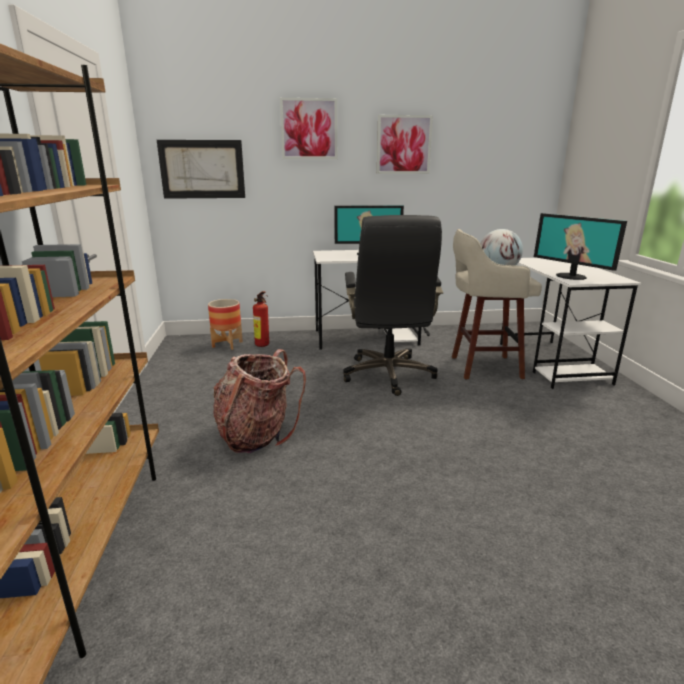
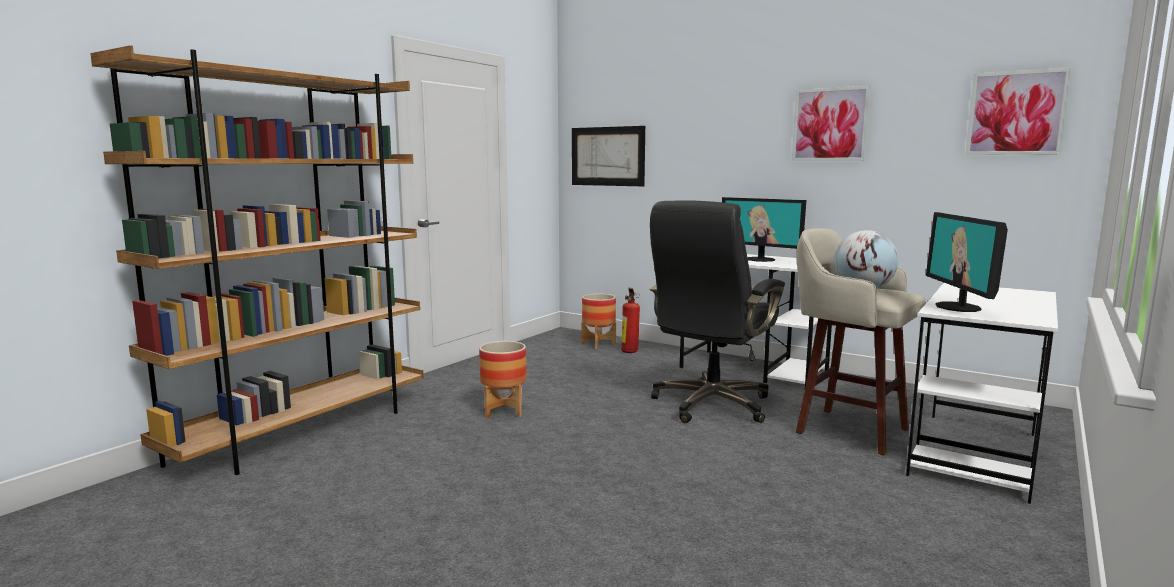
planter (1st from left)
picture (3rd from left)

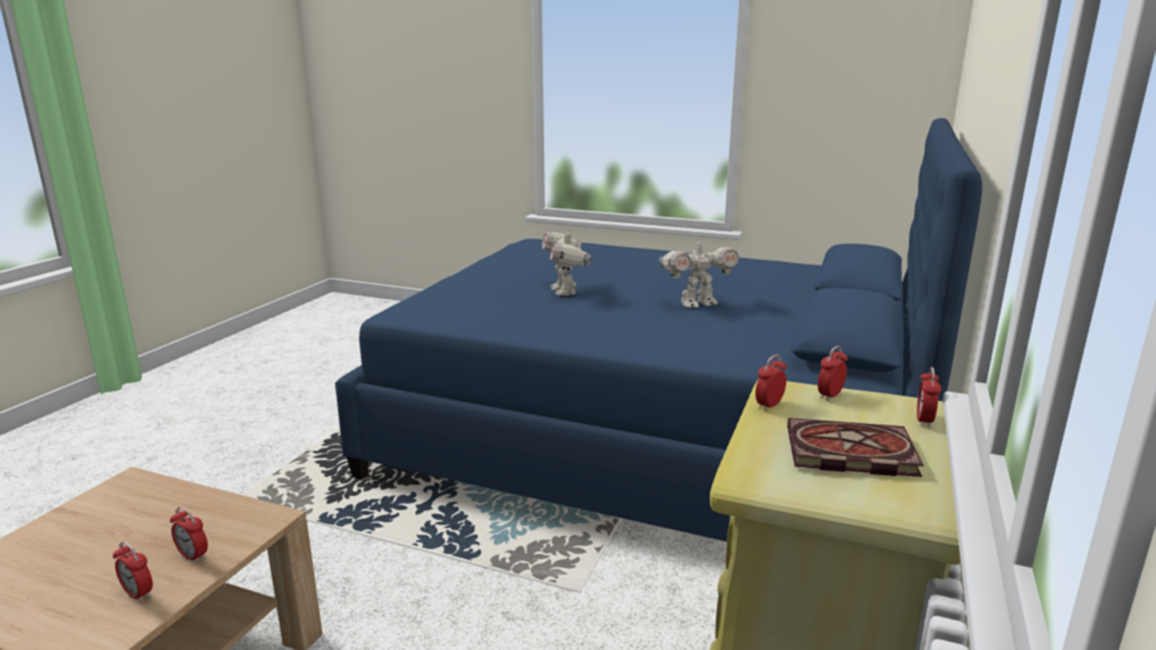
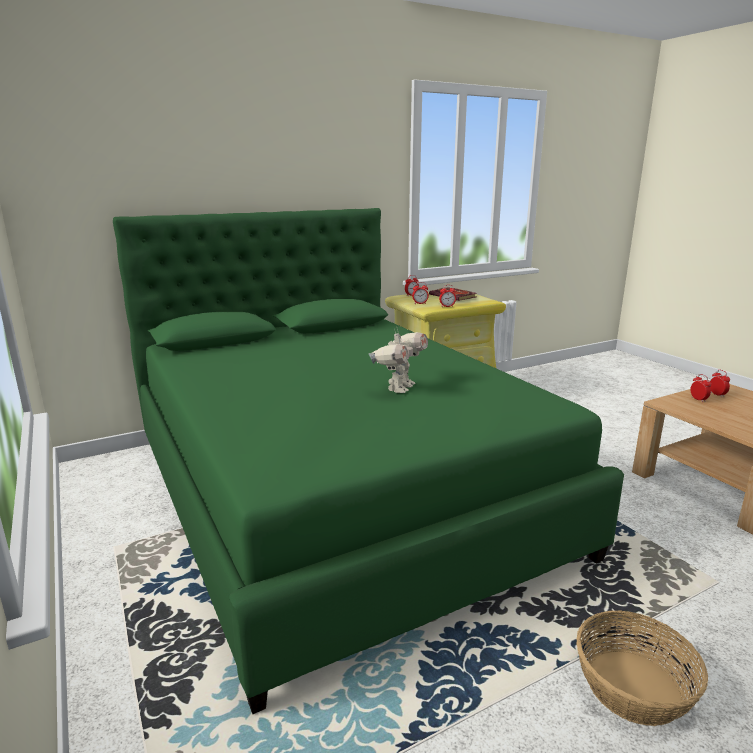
bed (green)
toy robot (2nd from left in the first image)
basket

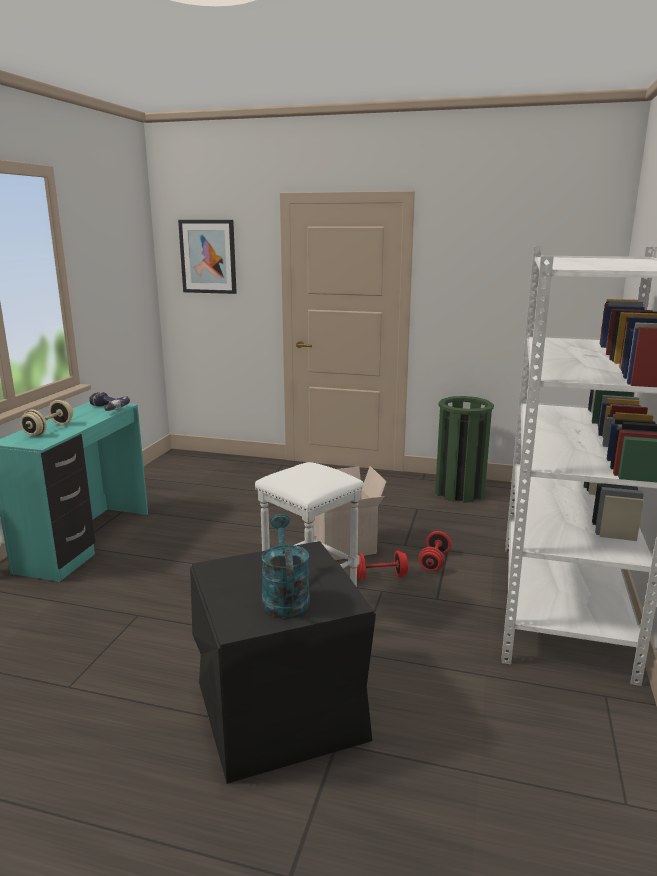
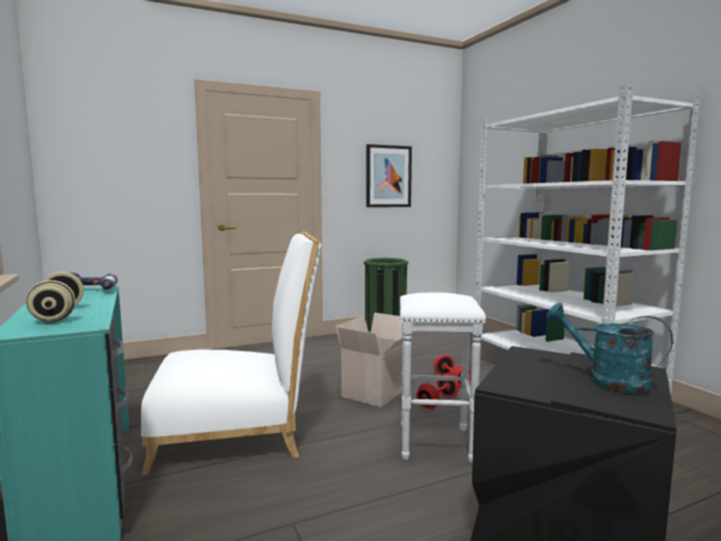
picture
chair (white)

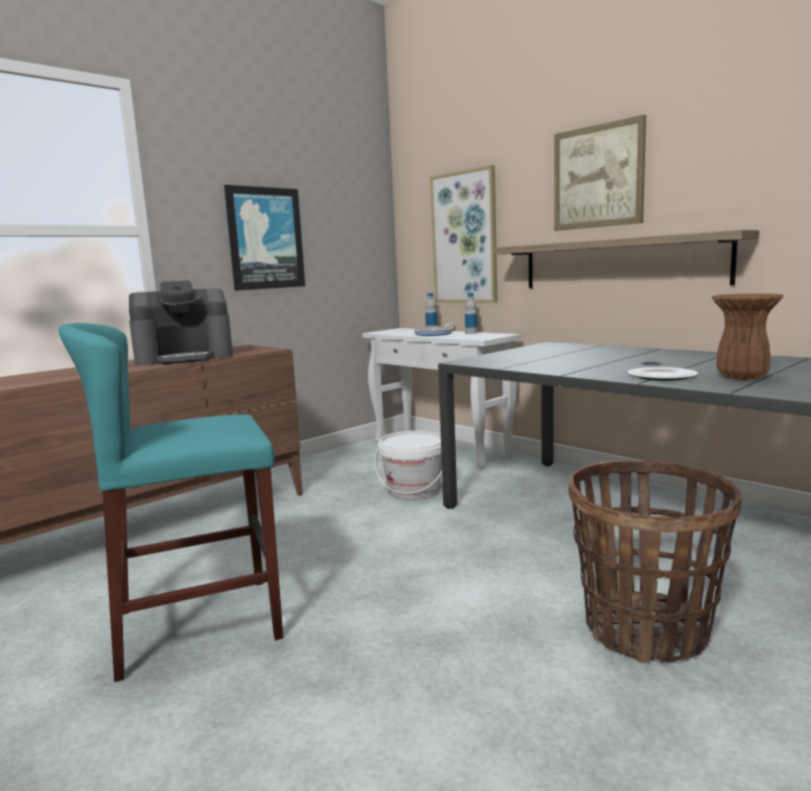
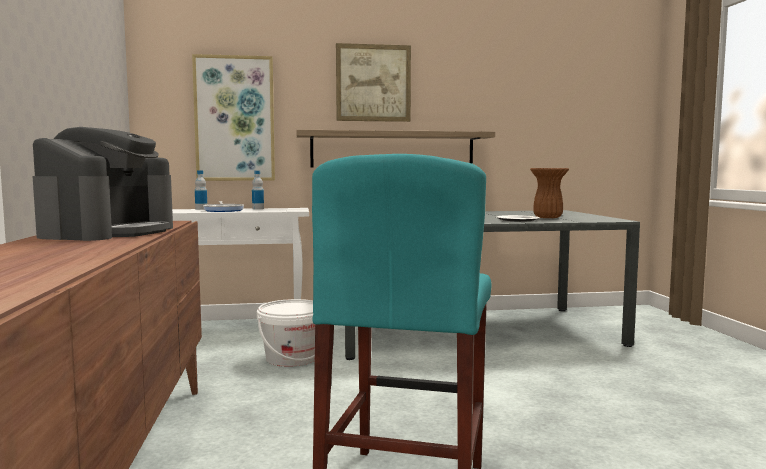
picture (1st from left in the first image)
basket

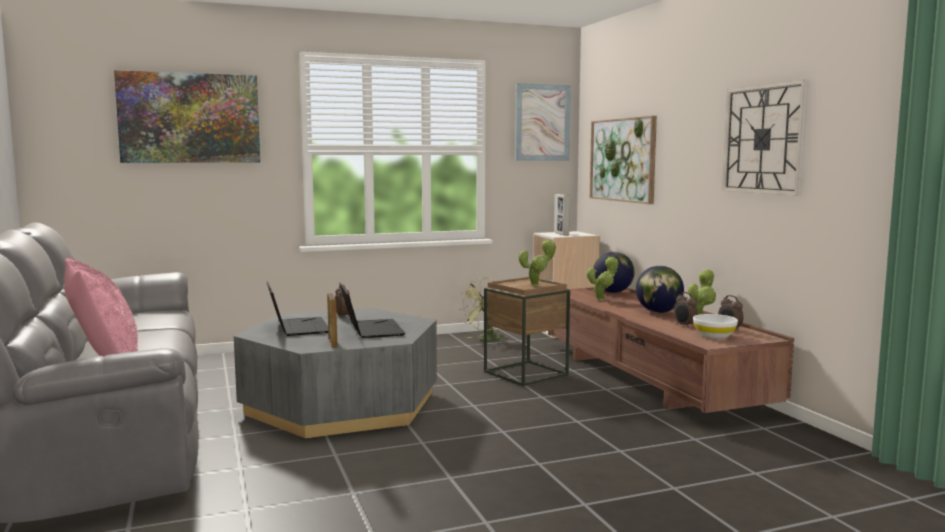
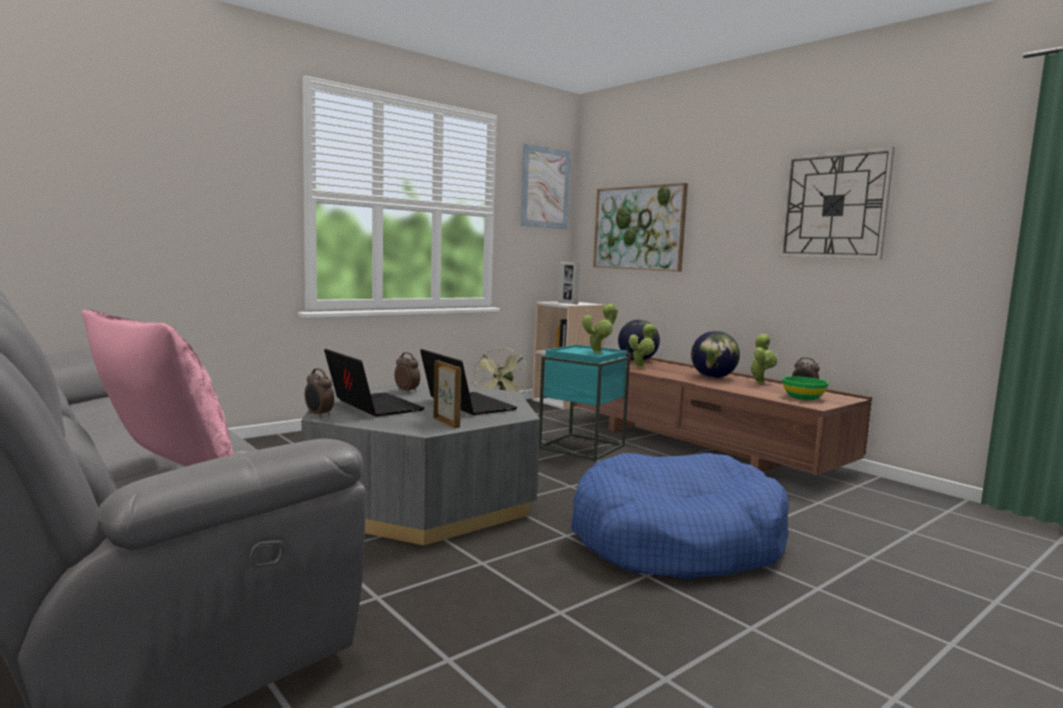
picture (1st from left in the first image)
side table (turquoise)
alarm clock (1st from left)
bowl (green)
dog bed (blue)

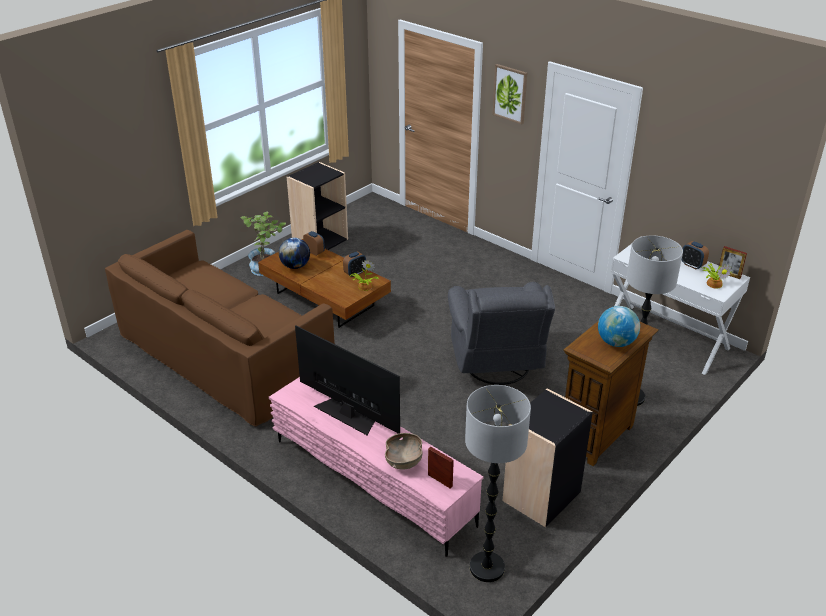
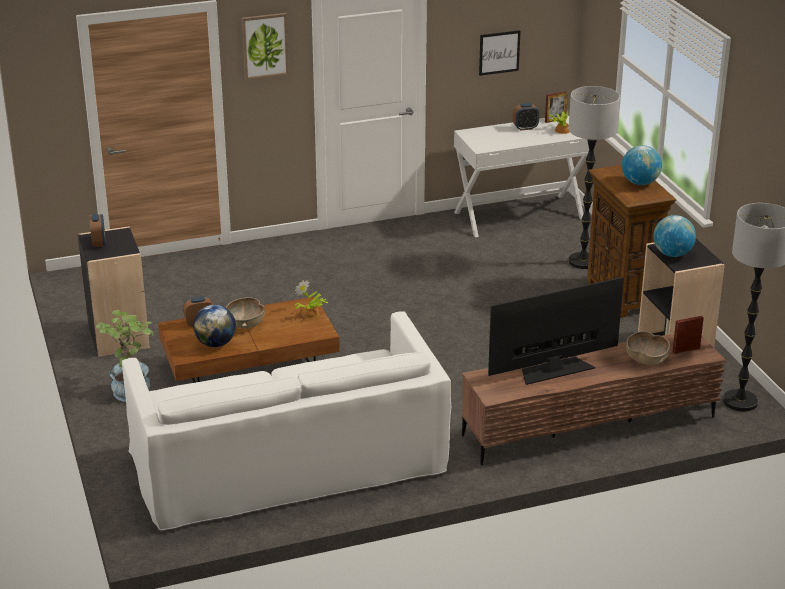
sofa (white)
tv stand (brown)
alarm clock (1st from left)
armchair (grey)
bowl (brown) (1st from left)
picture (2nd from left)
globe (3rd from left)

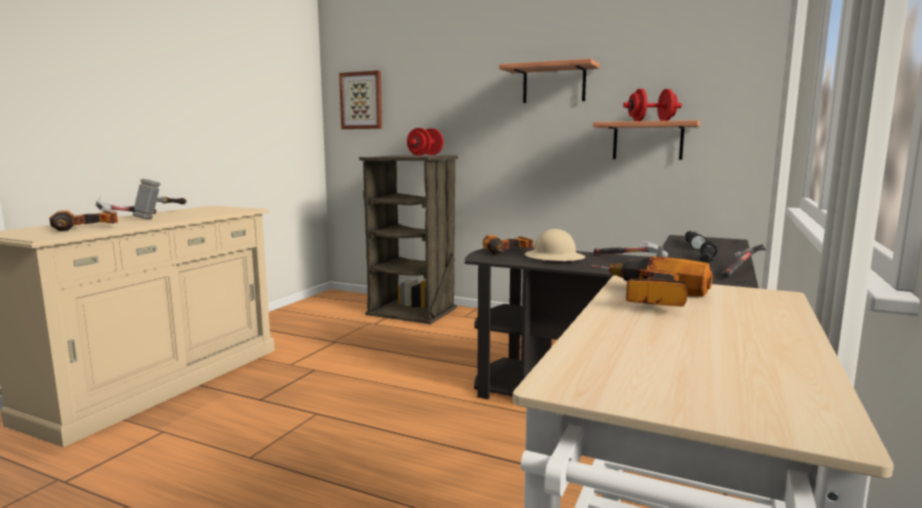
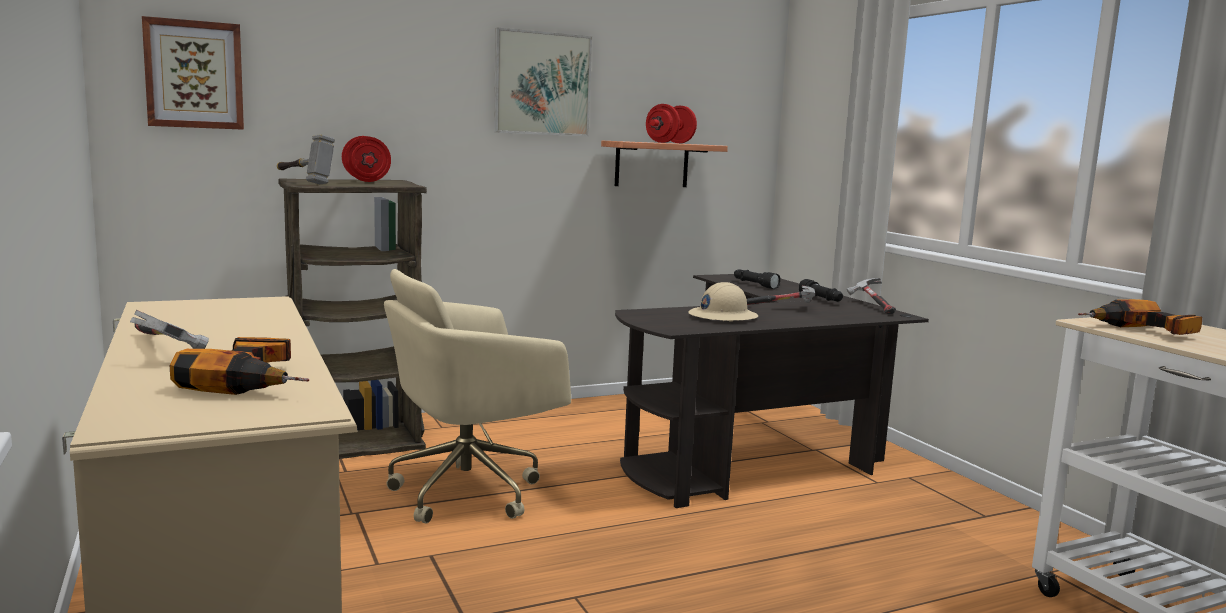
hammer (2nd from left)
power drill (2nd from left in the first image)
picture (2nd from left)
office chair (beige)

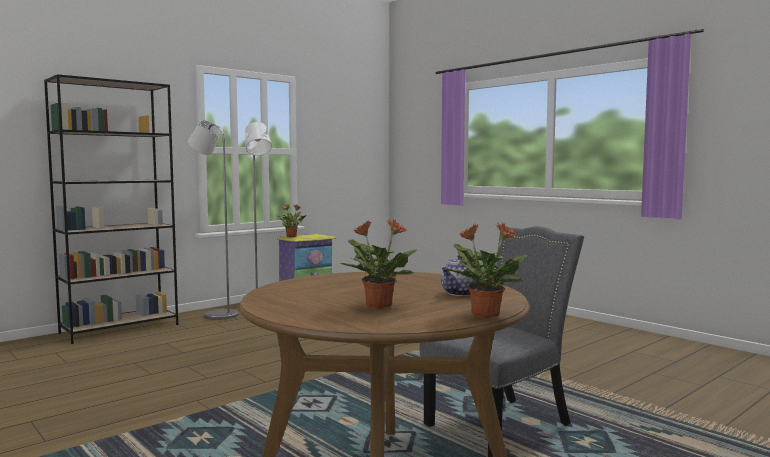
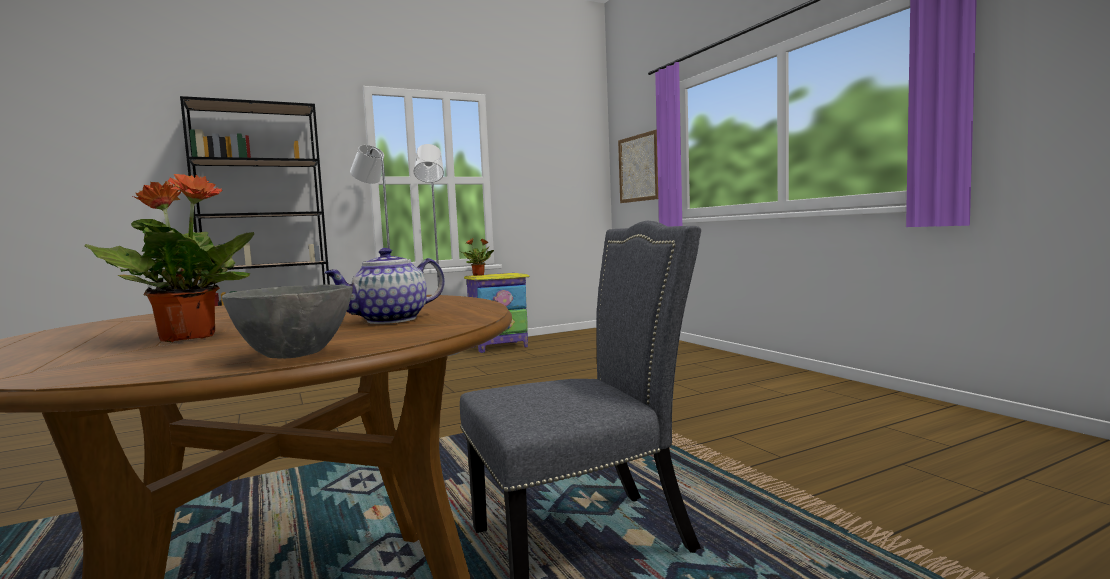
bowl (grey)
picture

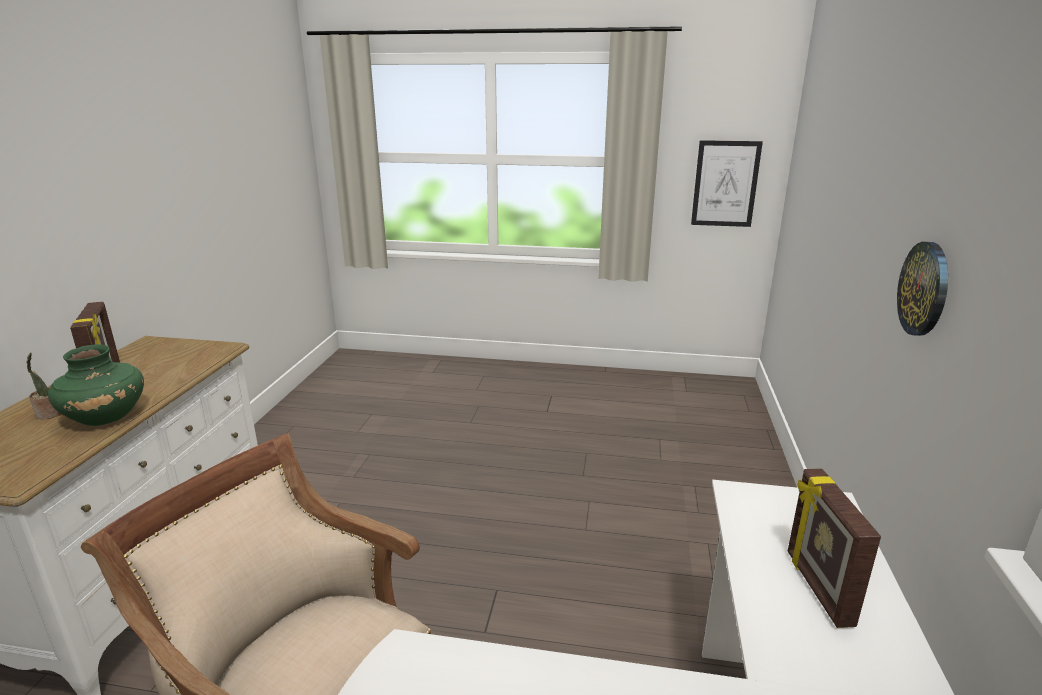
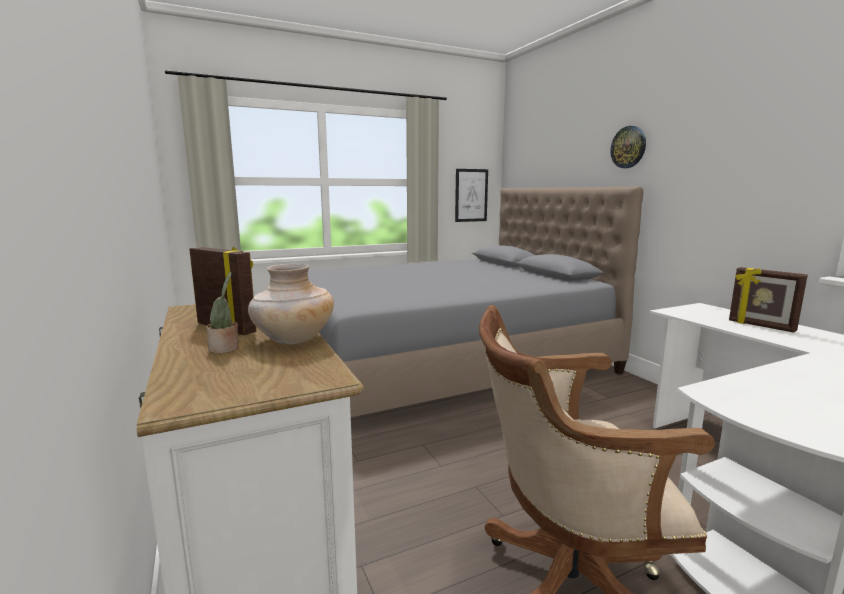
vase (beige)
wall clock
bed (grey)

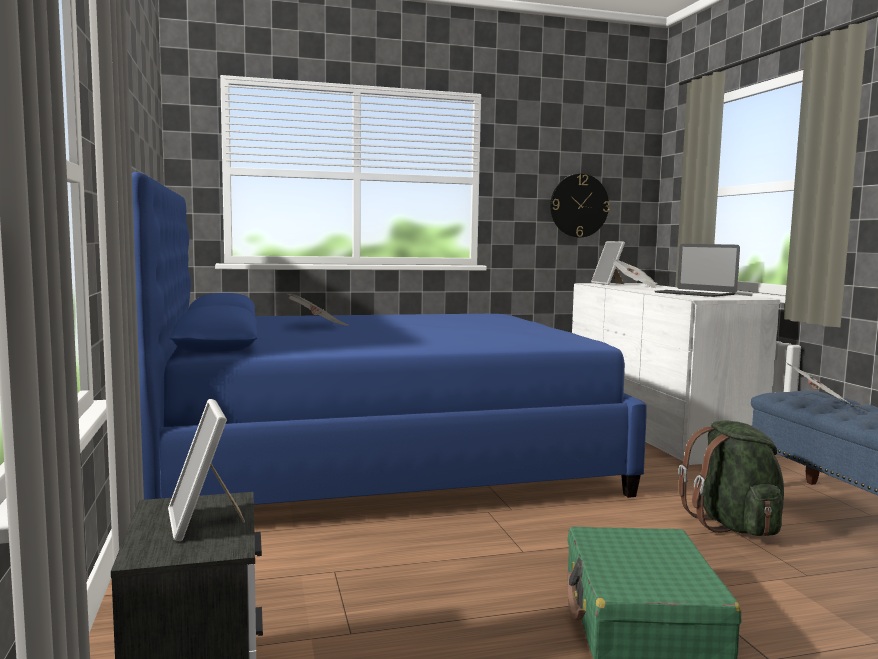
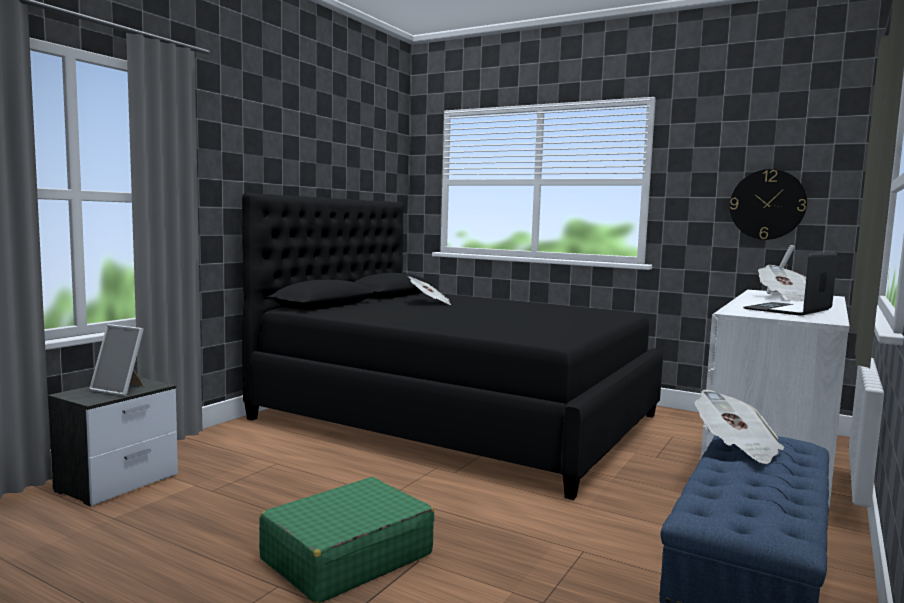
bed (black)
picture frame (1st from left)
laptop
backpack (green)

